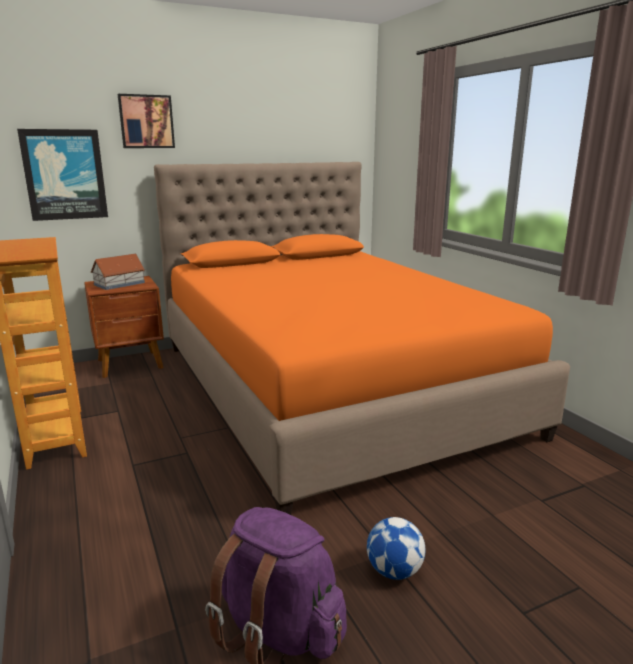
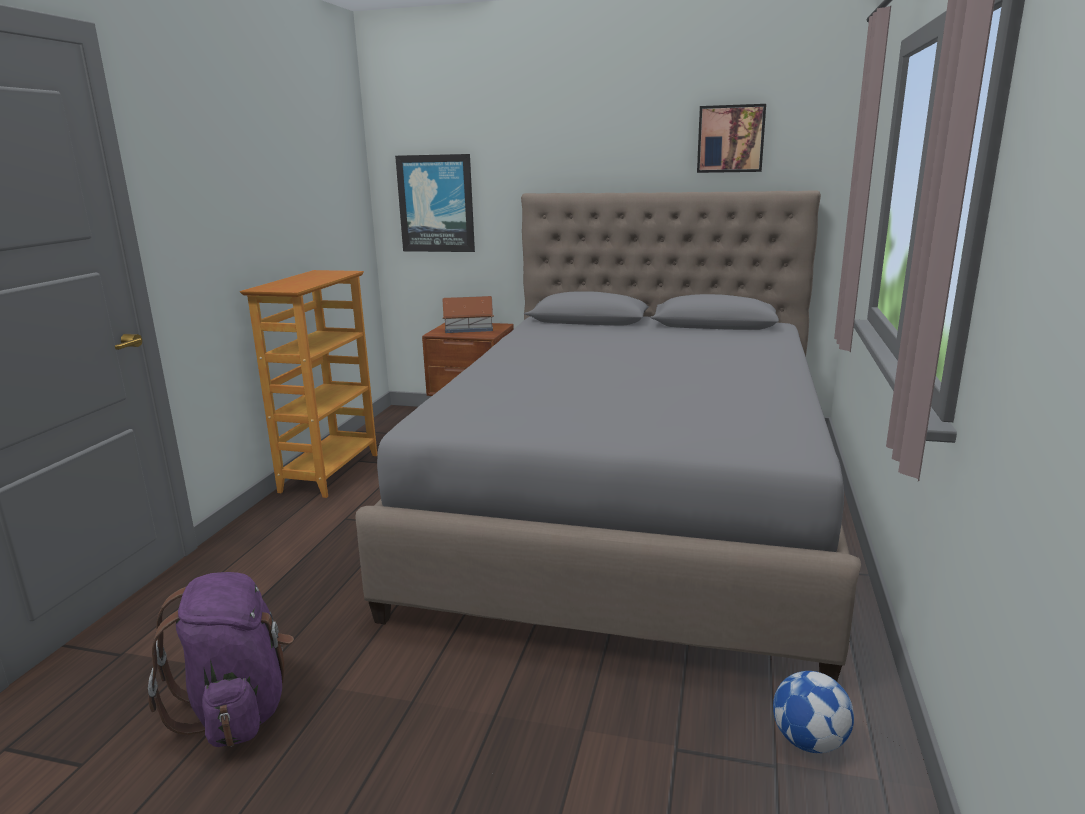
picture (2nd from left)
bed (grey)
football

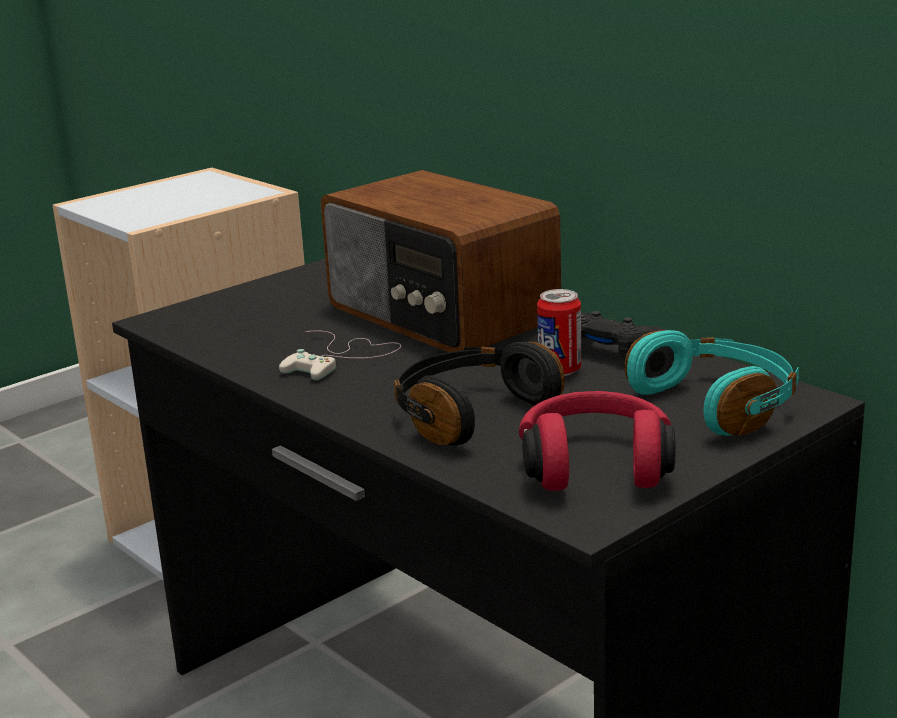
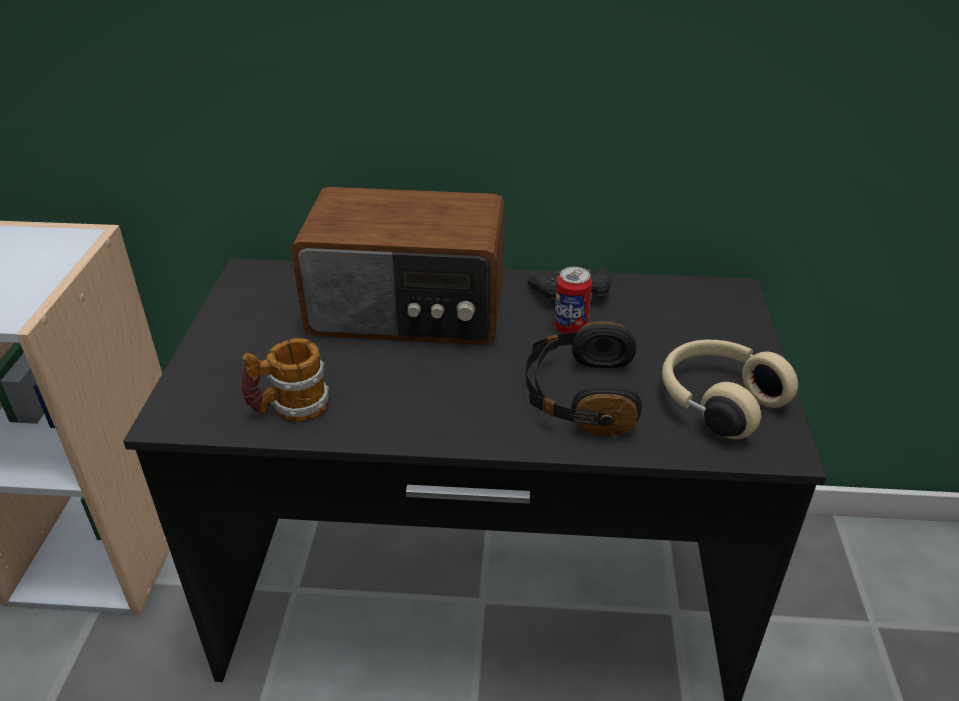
game controller (white)
headphones (beige)
headphones (turquoise)
mug

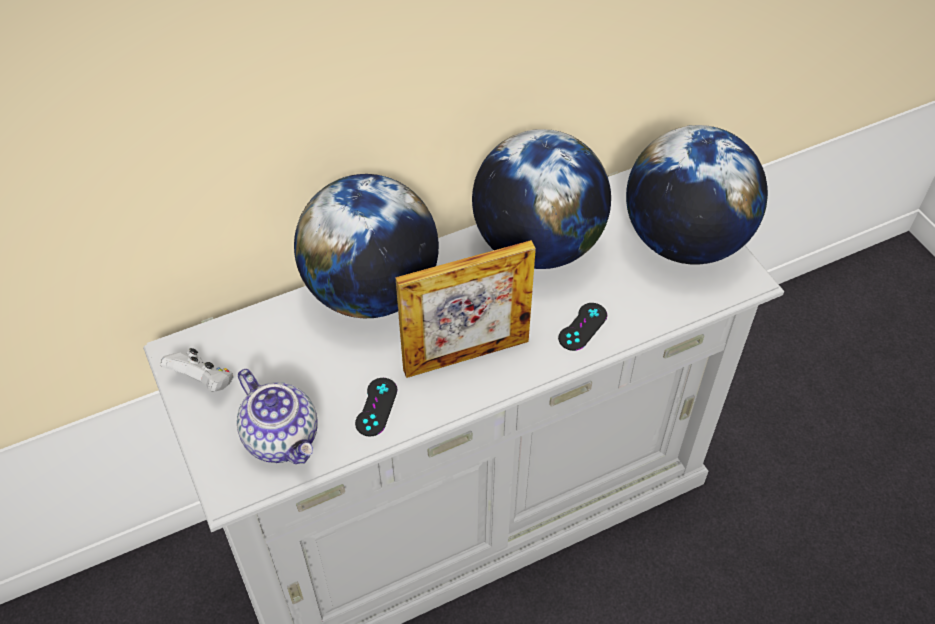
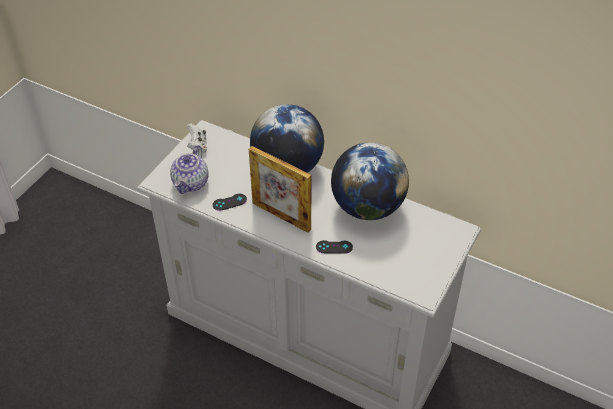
globe (3rd from left in the first image)

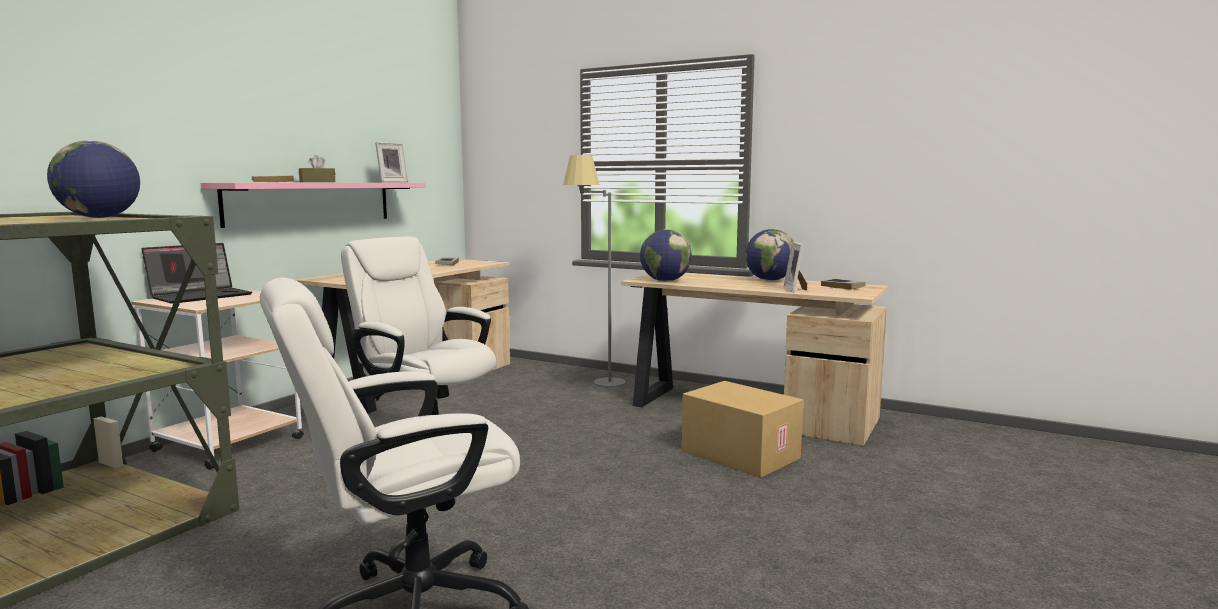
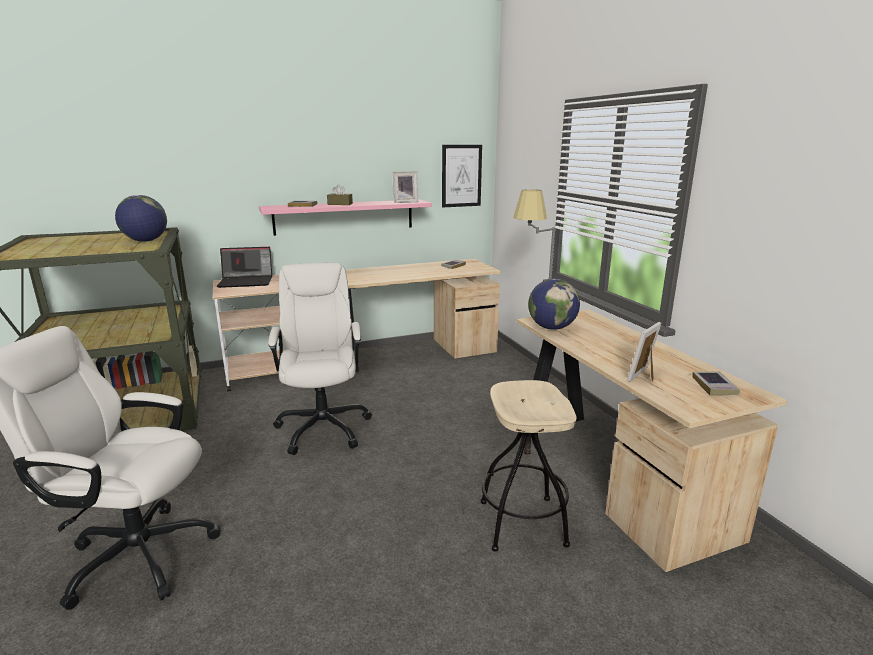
stool (beige)
globe (3rd from left in the first image)
picture

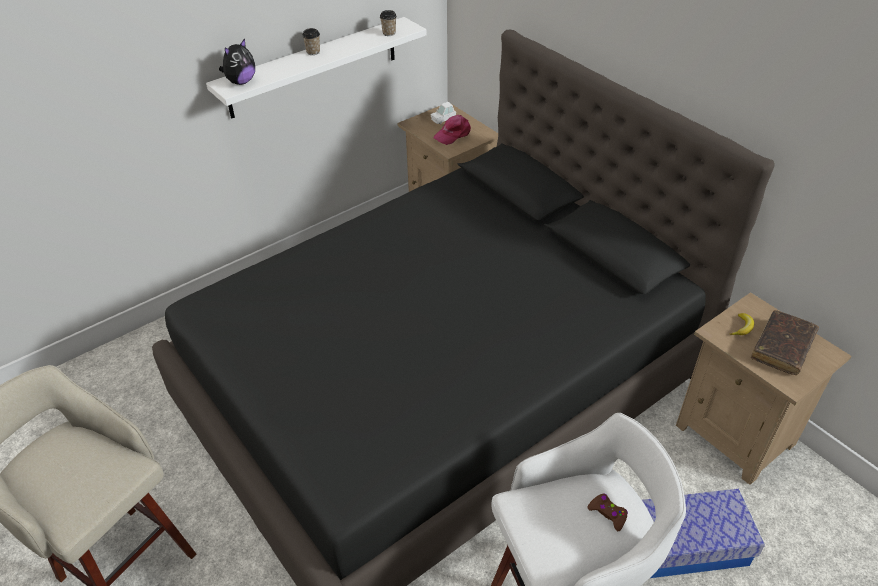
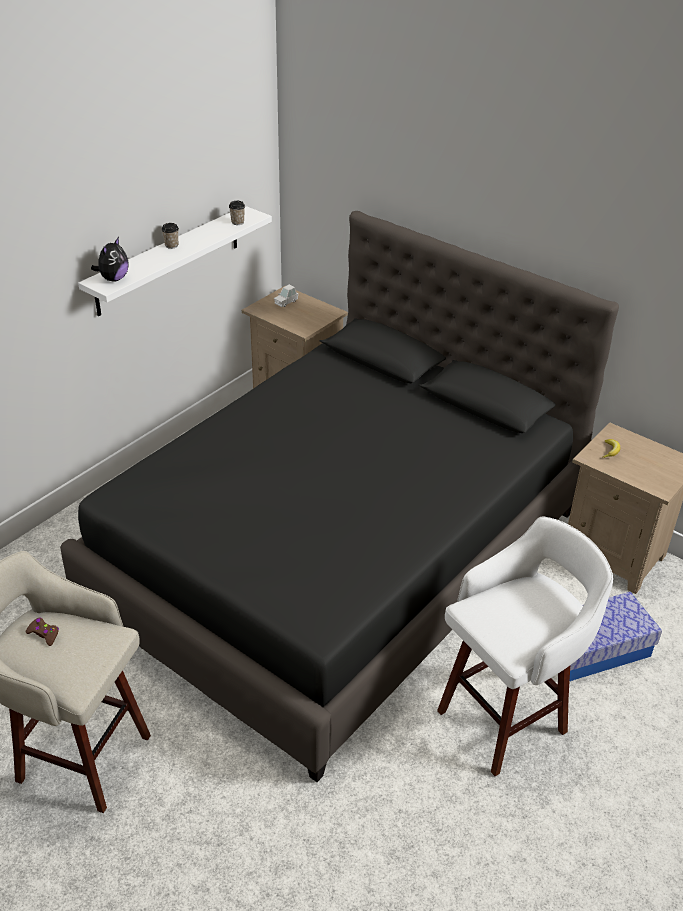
cap (pink)
game controller (brown)
book (brown)

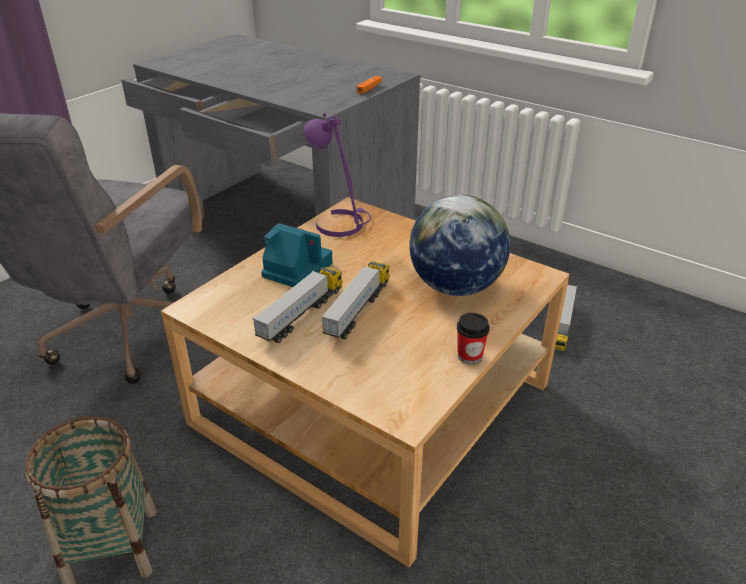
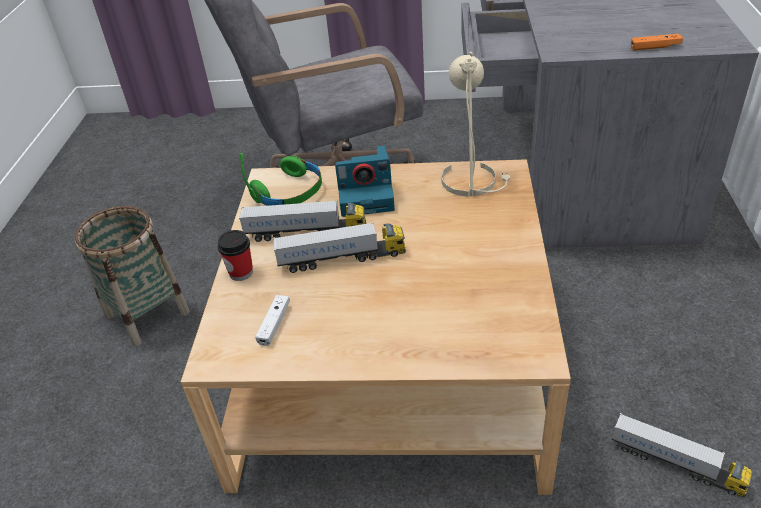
photo camera
table lamp (beige)
globe
cup
toy truck (3rd from left)
headphones (green)
game controller (white)

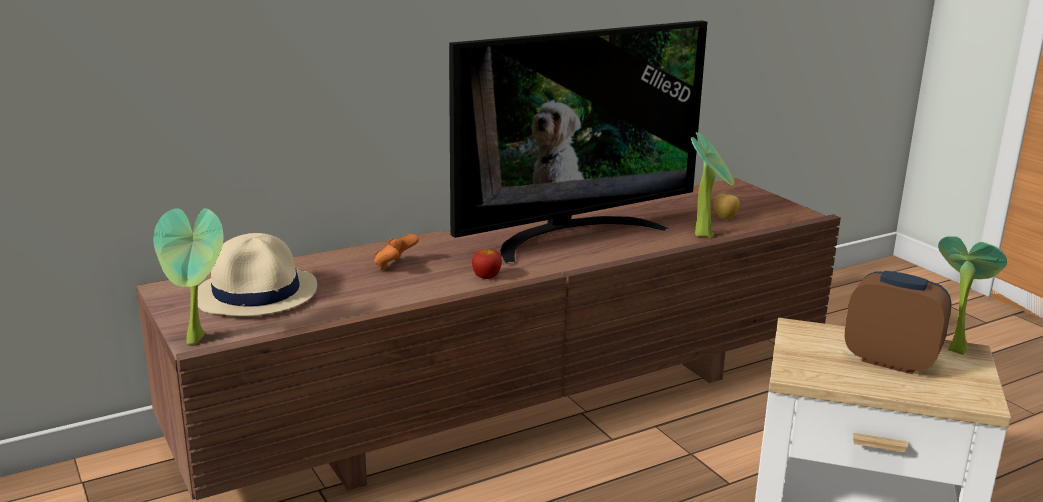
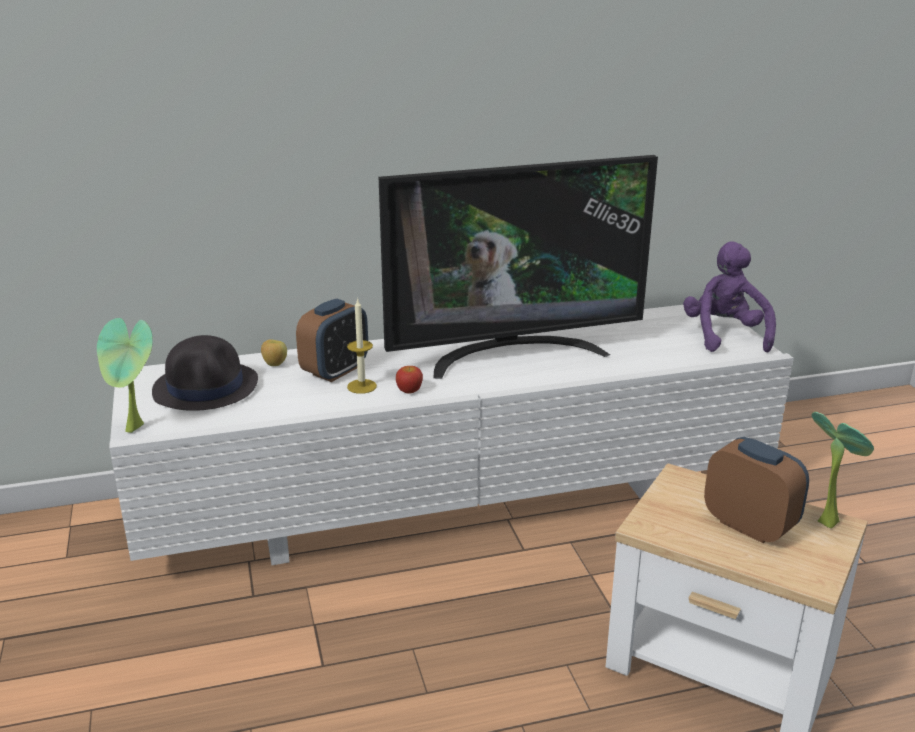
tv stand (white)
hat (black)
alarm clock (1st from left)
potted plant (2nd from left in the first image)
apple (1st from left)
candle
plush toy (purple)

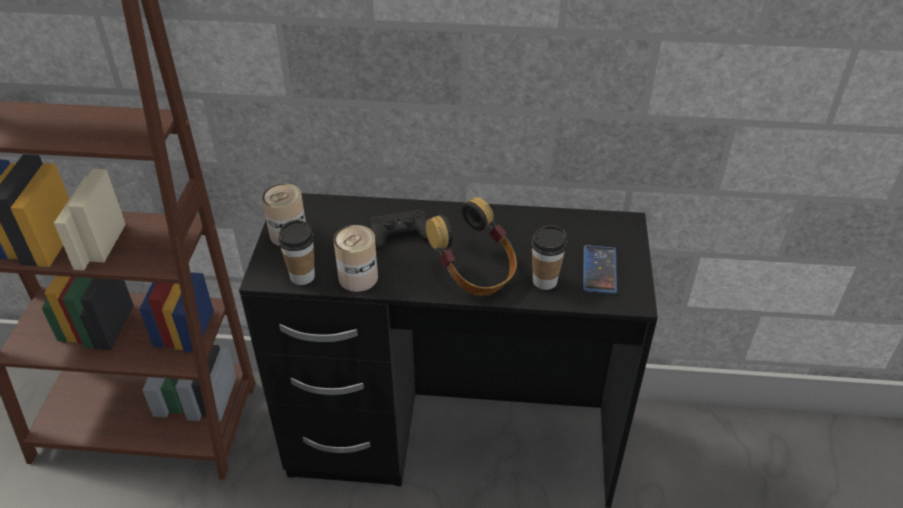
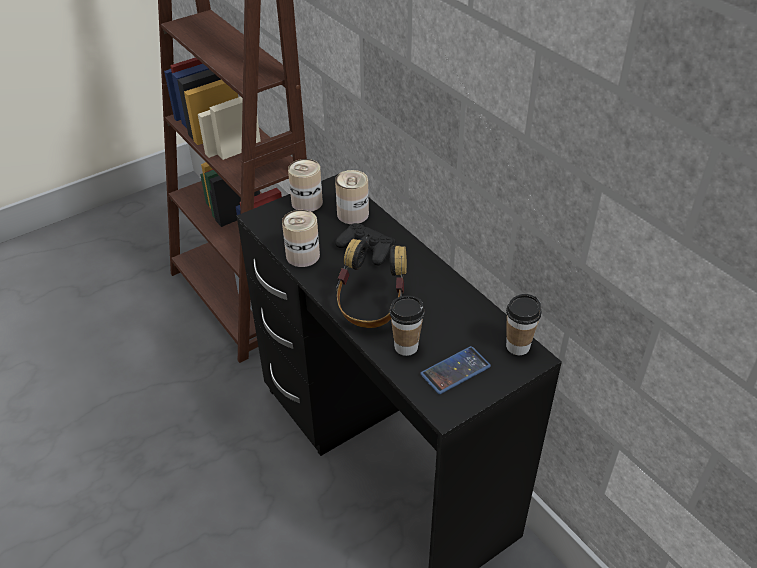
cup (2nd from left)
can (3rd from left)

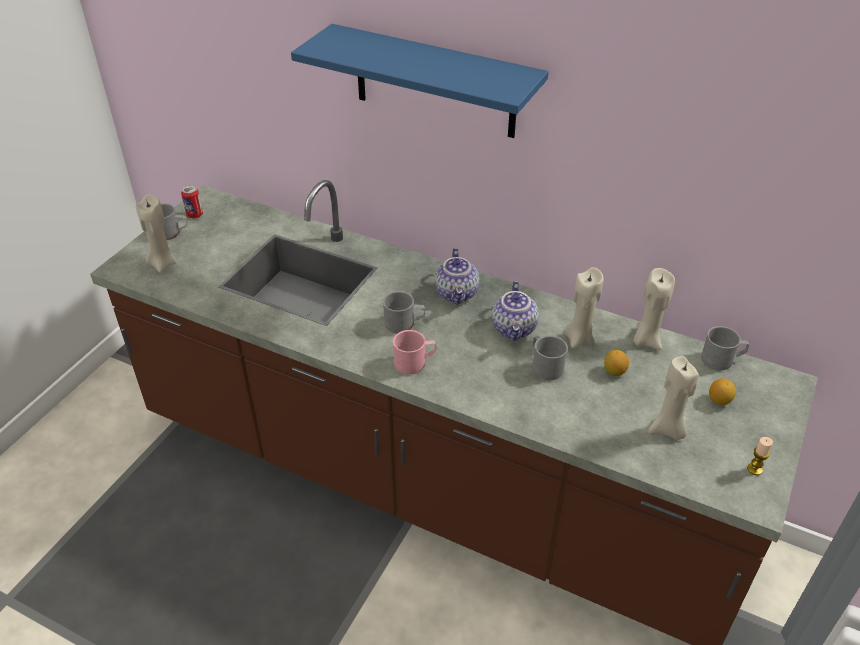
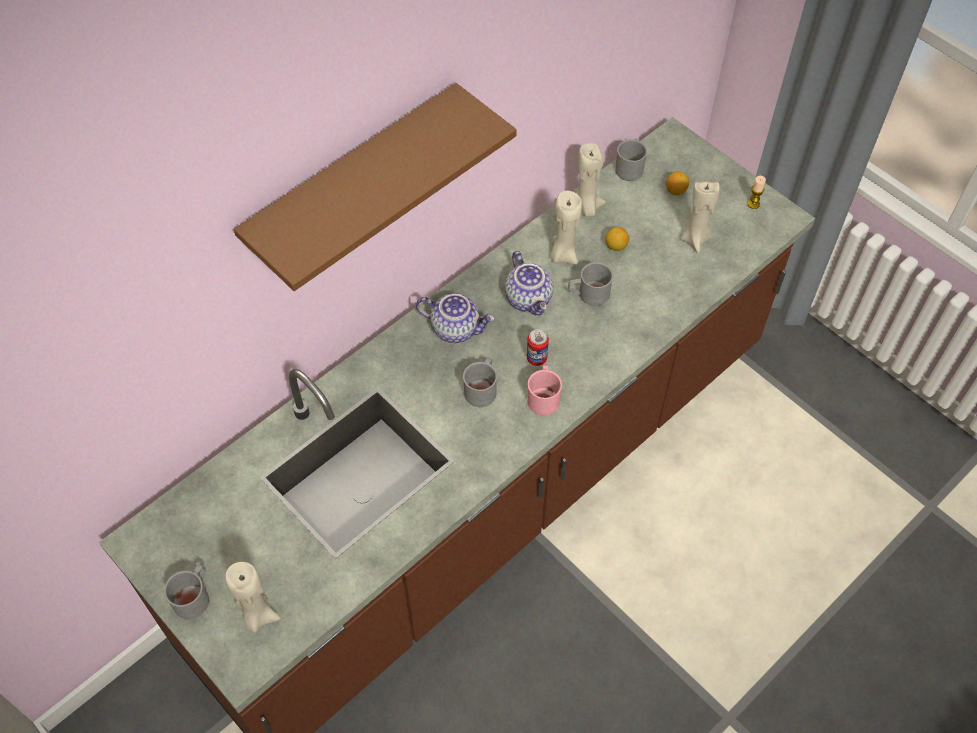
can
shelf (brown)
teapot (2nd from left)

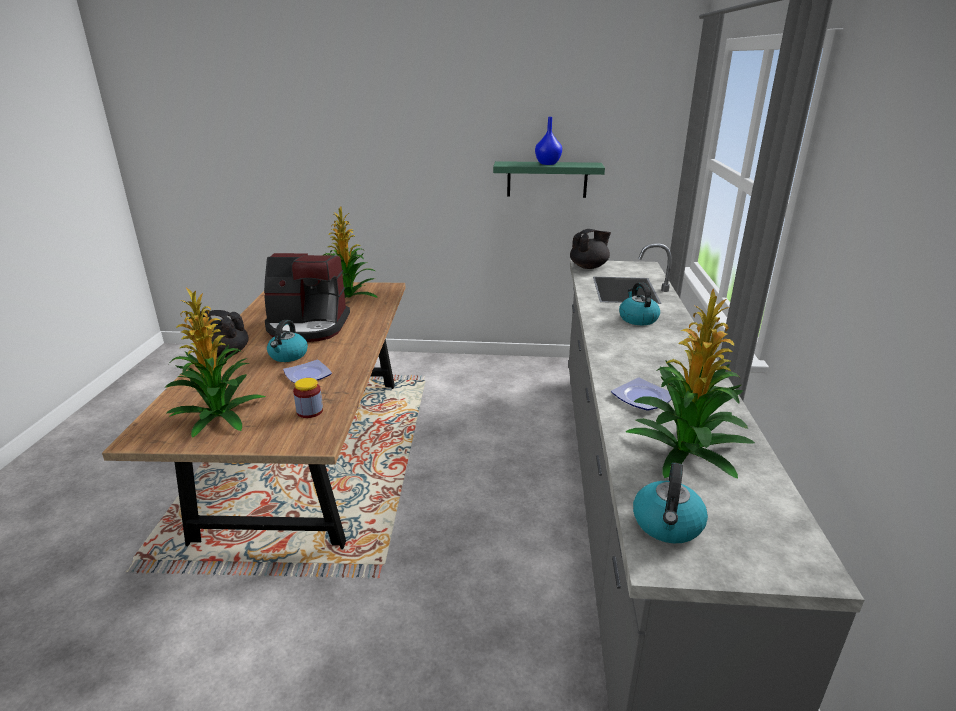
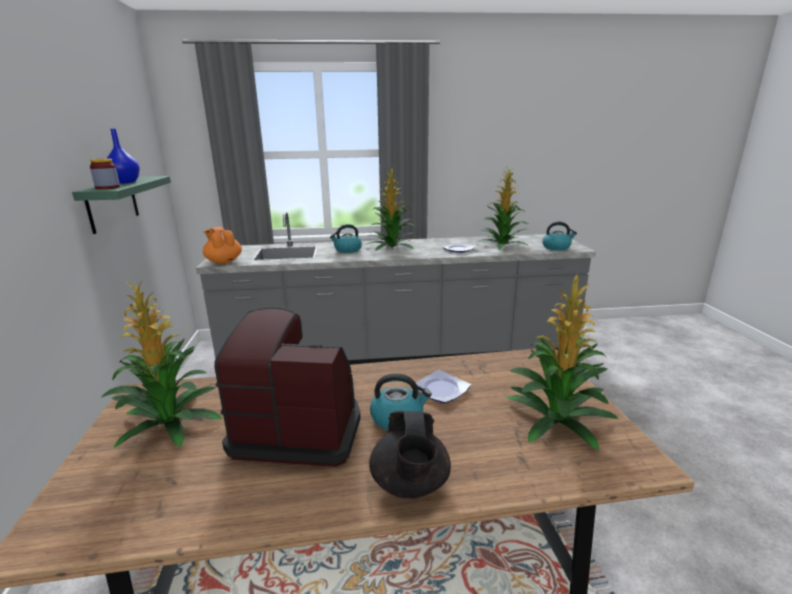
coffee machine
jar
teapot (orange)
potted plant (2nd from left)

